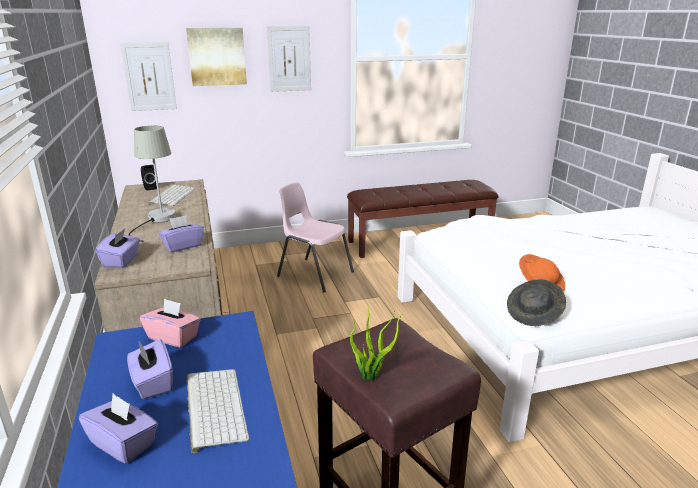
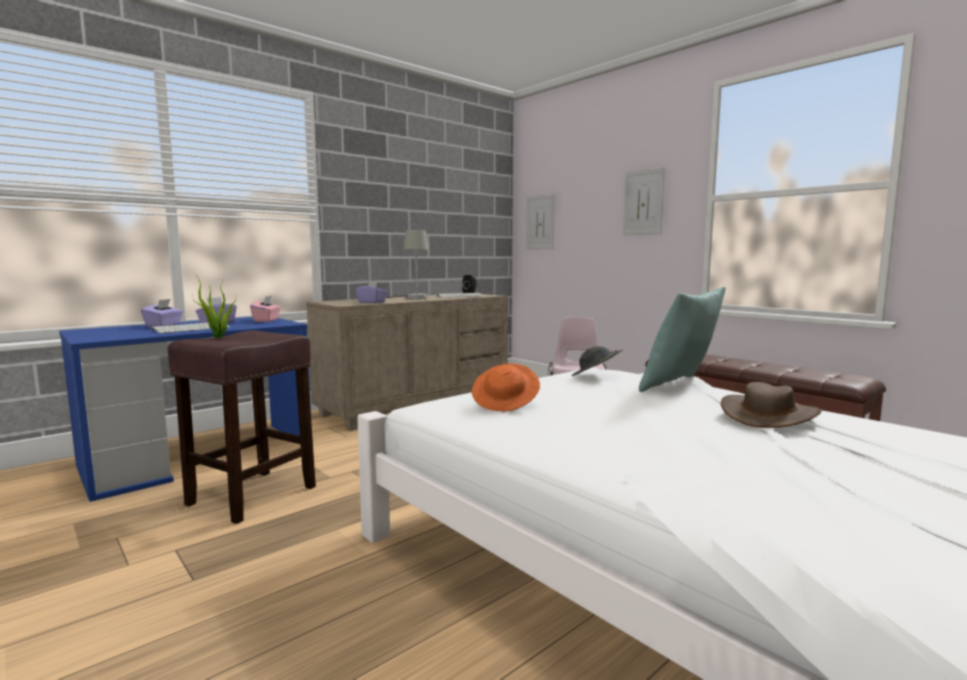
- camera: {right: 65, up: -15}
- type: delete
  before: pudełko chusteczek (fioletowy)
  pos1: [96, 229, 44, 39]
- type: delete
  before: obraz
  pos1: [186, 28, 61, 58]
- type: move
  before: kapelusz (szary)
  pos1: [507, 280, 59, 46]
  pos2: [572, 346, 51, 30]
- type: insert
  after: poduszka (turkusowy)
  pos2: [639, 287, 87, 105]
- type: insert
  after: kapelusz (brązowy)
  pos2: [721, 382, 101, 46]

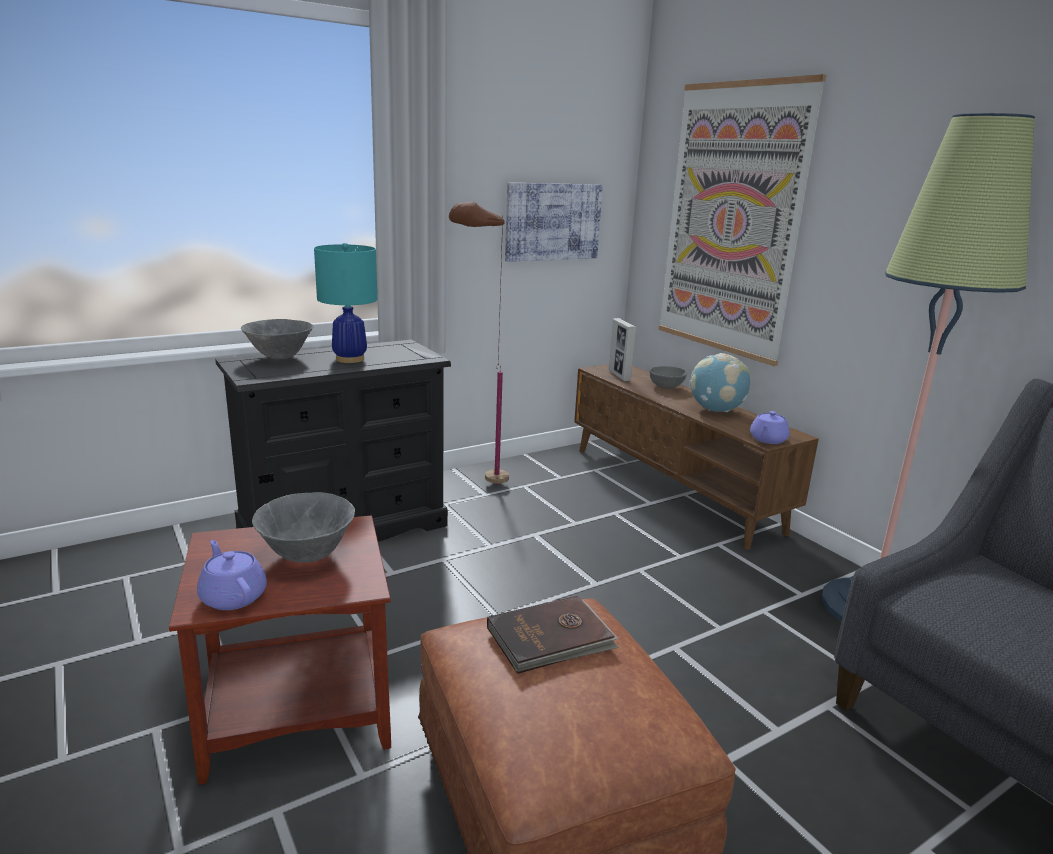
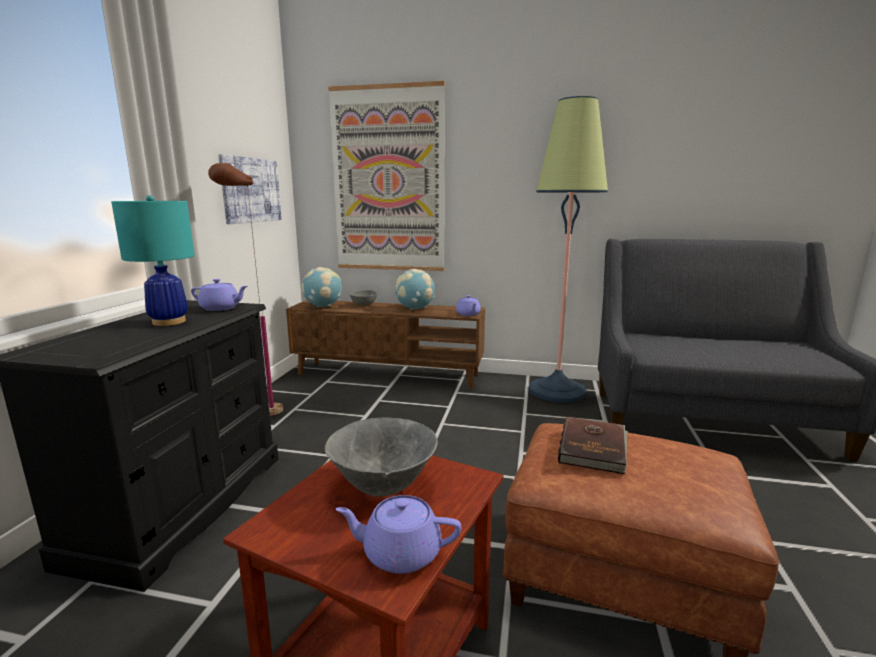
- camera: {right: -45, up: -5}
- type: delete
  before: miska (szary)
  pos1: [241, 319, 72, 40]
- type: replace
  before: ramka na zdjęcie
  after: globus
  pos1: [608, 318, 28, 63]
  pos2: [301, 267, 41, 40]
- type: insert
  after: imbryk (fioletowy)
  pos2: [191, 279, 57, 32]

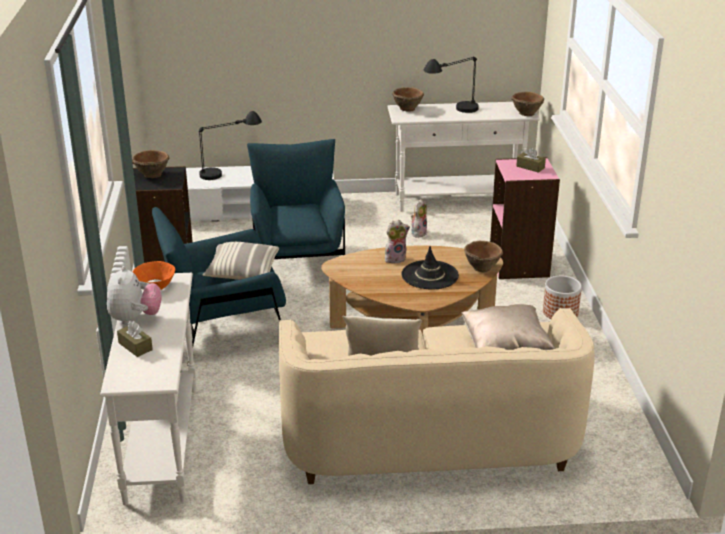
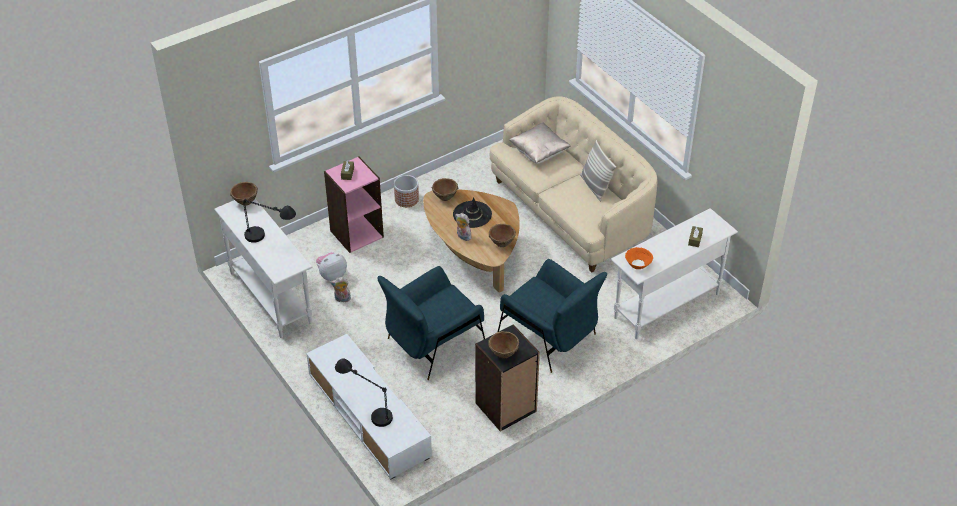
- camera: {right: -120, up: 15}
- type: move
  before: pluszak
  pos1: [107, 266, 54, 58]
  pos2: [316, 252, 31, 29]
- type: delete
  before: poduszka
  pos1: [202, 242, 77, 38]
- type: move
  before: miska (brązowy)
  pos1: [392, 87, 32, 25]
  pos2: [488, 224, 28, 23]

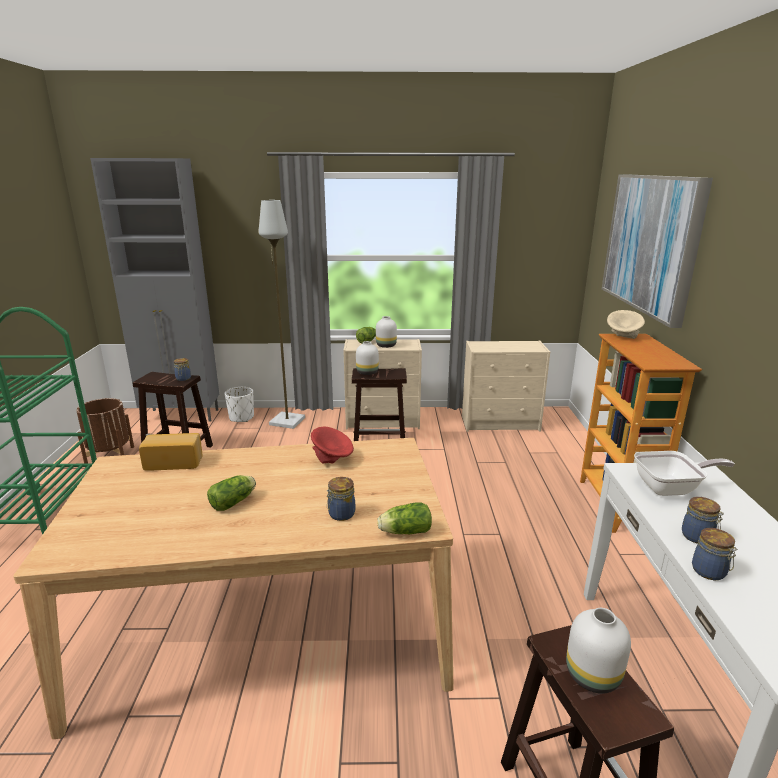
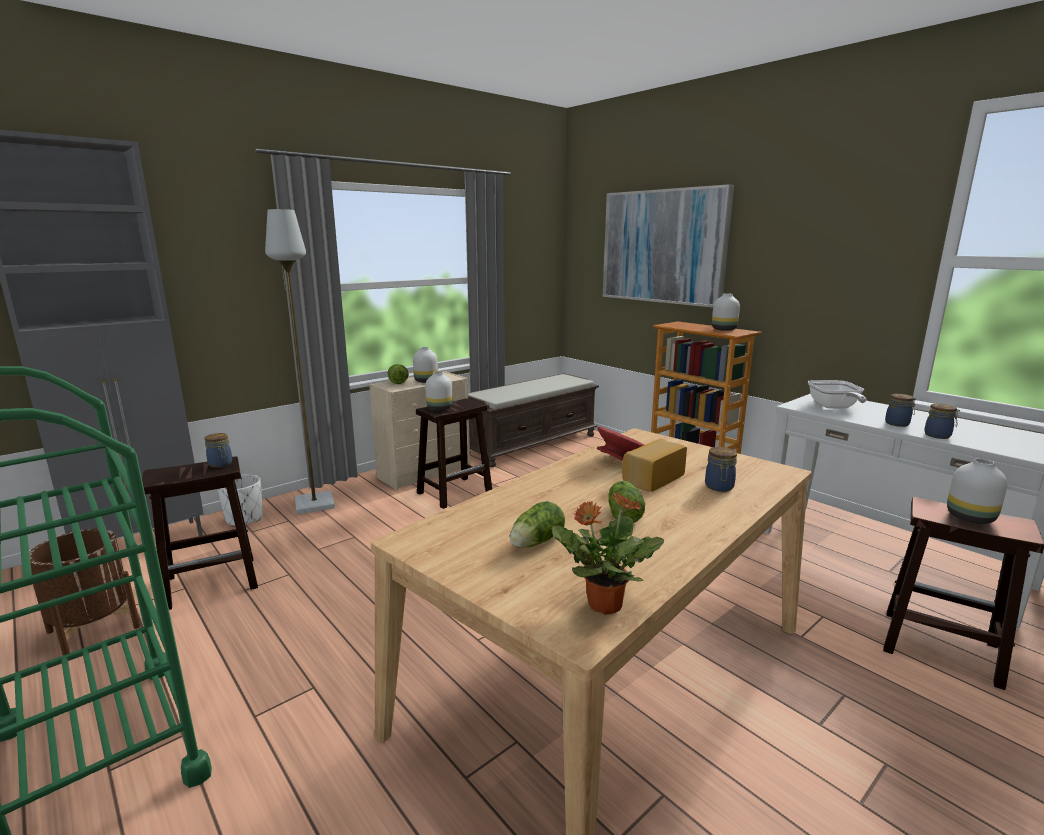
- camera: {right: -40, up: -5}
- type: move
  before: chleb
  pos1: [139, 433, 63, 38]
  pos2: [622, 439, 65, 53]
- type: move
  before: sałata
  pos1: [377, 502, 55, 32]
  pos2: [510, 501, 55, 47]
- type: replace
  before: komoda (beżowy)
  after: ławka (brązowy)
  pos1: [462, 341, 88, 91]
  pos2: [468, 373, 131, 94]
- type: delete
  before: miska (beżowy)
  pos1: [607, 310, 38, 29]
- type: rotate
  before: patelnia
  pos1: [634, 451, 101, 45]
  pos2: [808, 380, 59, 28]
  turn: 135
- type: insert
  after: roślina doniczkowa
  pos2: [552, 491, 112, 124]
- type: insert
  after: wazon (biały)
  pos2: [712, 293, 28, 38]

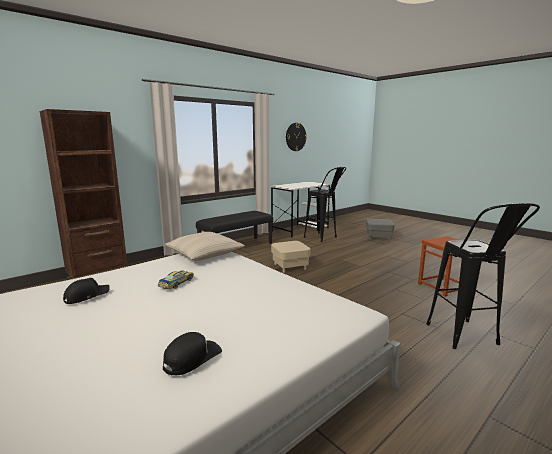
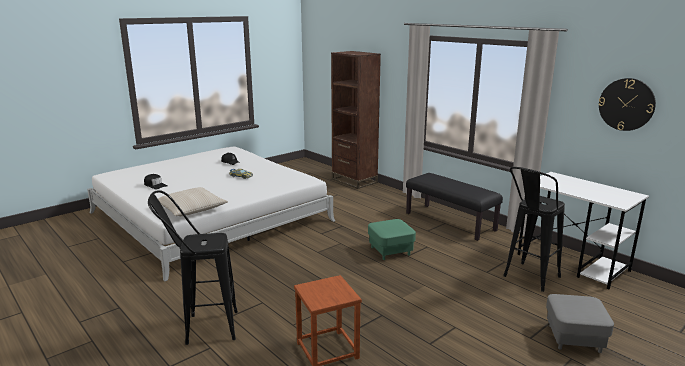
- camera: {right: 90, up: 5}
- type: move
  before: poduszka (beżowy)
  pos1: [164, 232, 81, 29]
  pos2: [158, 187, 70, 29]
- type: recolor
  before: pufa (beżowy)
  after: pufa (zielony)
  pos1: [271, 241, 39, 32]
  pos2: [368, 219, 48, 41]

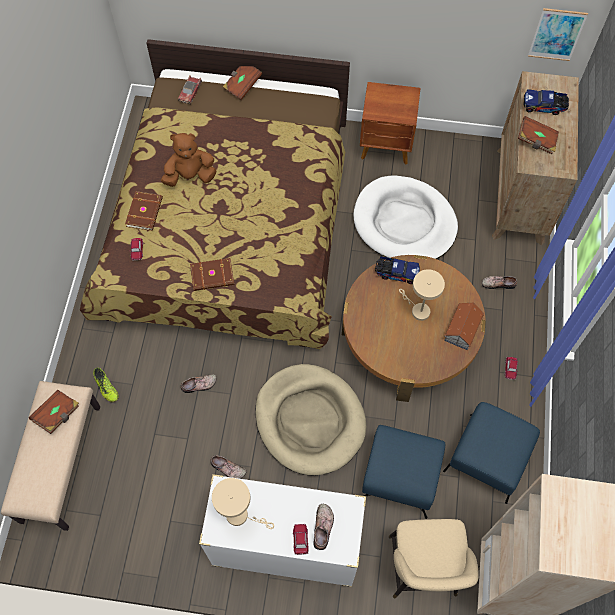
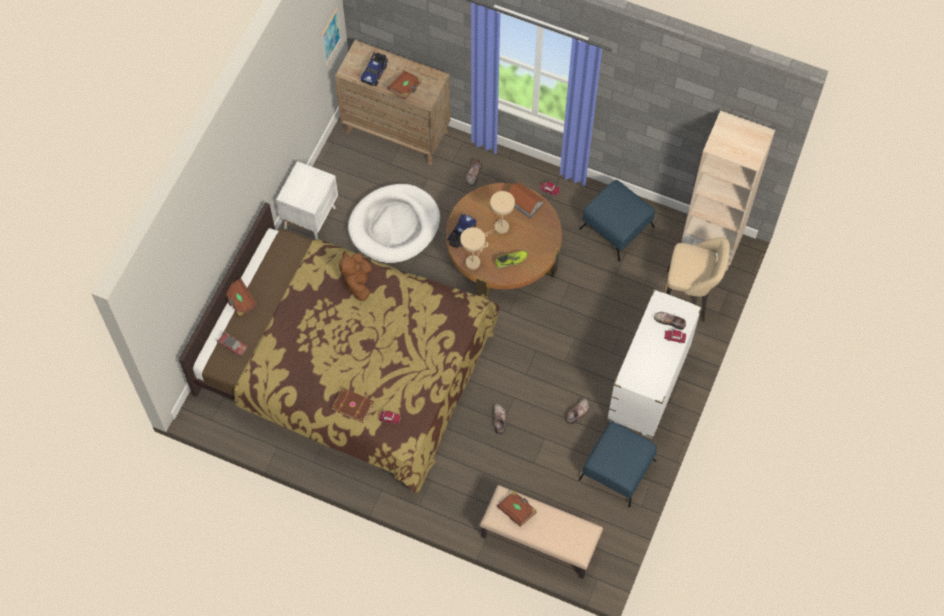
- camera: {right: -75, up: 0}
- type: move
  before: but
  pos1: [93, 368, 26, 34]
  pos2: [495, 251, 33, 17]
- type: move
  before: pluszak (brązowy)
  pos1: [161, 133, 56, 54]
  pos2: [339, 253, 33, 48]
- type: delete
  before: książka (brązowy)
  pos1: [190, 258, 45, 33]
- type: move
  before: lampa stołowa (beżowy)
  pos1: [212, 478, 62, 51]
  pos2: [460, 227, 28, 43]
- type: delete
  before: legowisko (beżowy)
  pos1: [255, 364, 111, 111]
- type: recolor
  before: szafka nocna (brązowy)
  after: szafka nocna (biały)
  pos1: [360, 82, 61, 83]
  pos2: [276, 161, 62, 79]
- type: move
  before: pufa (niebieski)
  pos1: [362, 425, 83, 94]
  pos2: [579, 422, 78, 85]

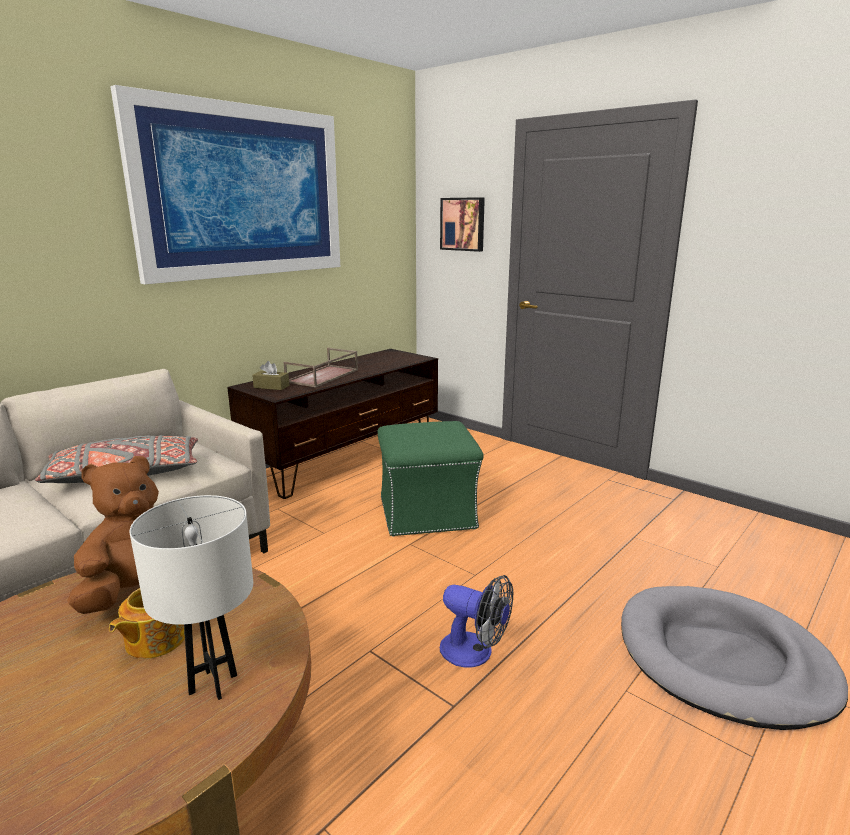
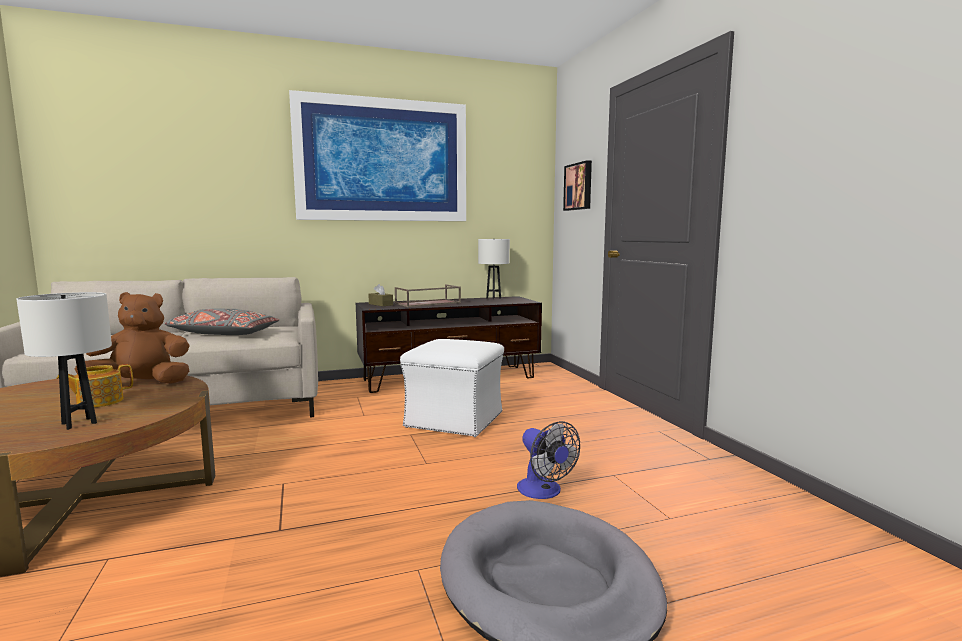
- camera: {right: 30, up: -10}
- type: recolor
  before: pufa (zielony)
  after: pufa (biały)
  pos1: [378, 421, 106, 116]
  pos2: [400, 339, 104, 98]
- type: move
  before: wentylator
  pos1: [440, 575, 73, 92]
  pos2: [517, 421, 63, 78]
- type: insert
  after: lampa stołowa (biały)
  pos2: [478, 239, 32, 60]

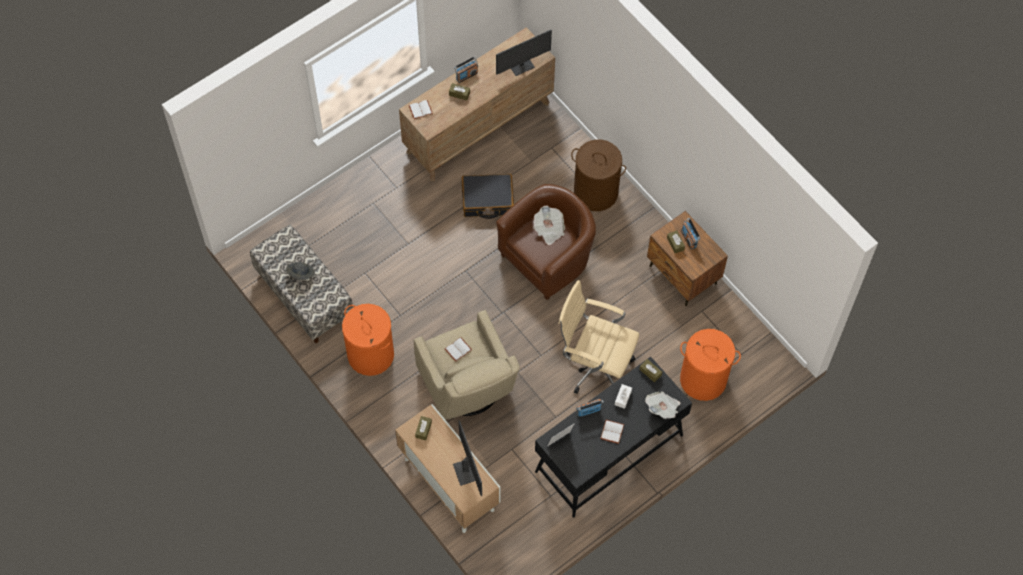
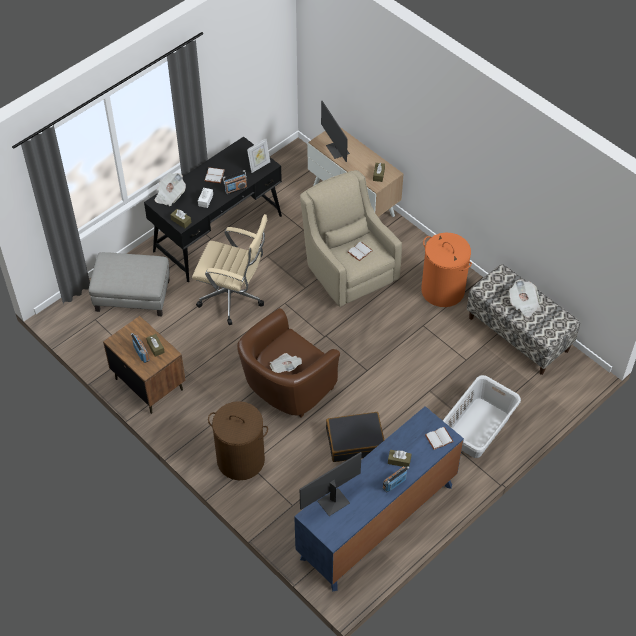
- camera: {right: 175, up: -10}
- type: replace
  before: kapelusz (szary)
  after: gazeta
  pos1: [286, 262, 29, 18]
  pos2: [509, 280, 32, 38]
- type: recolor
  before: komoda (brązowy)
  after: komoda (niebieski)
  pos1: [399, 27, 156, 154]
  pos2: [294, 406, 170, 185]
- type: replace
  before: kosz na pranie (pomarańczowy)
  after: pufa (szary)
  pos1: [680, 329, 61, 72]
  pos2: [89, 252, 81, 64]
- type: insert
  after: kosz na pranie (szary)
  pos2: [443, 375, 78, 83]

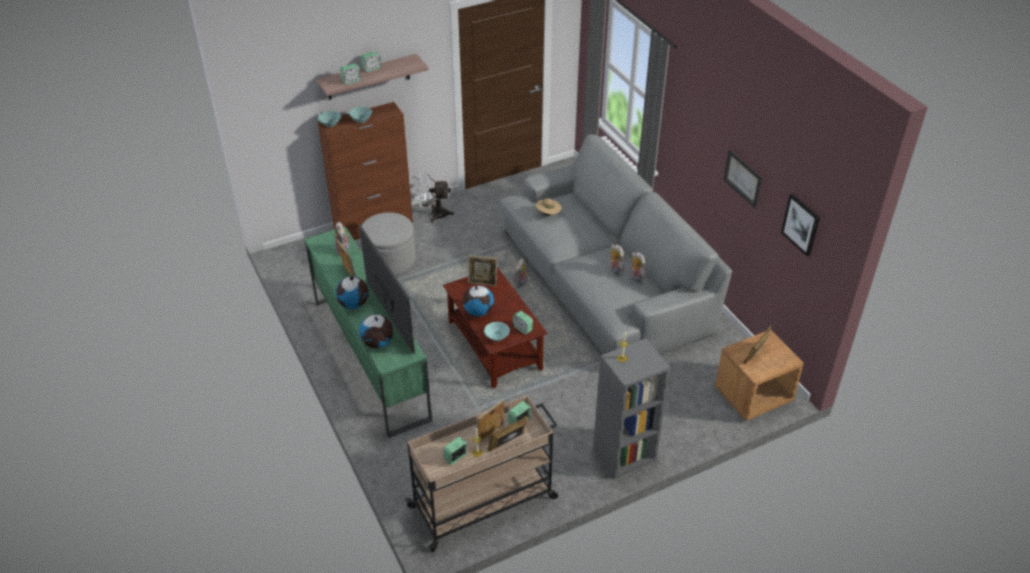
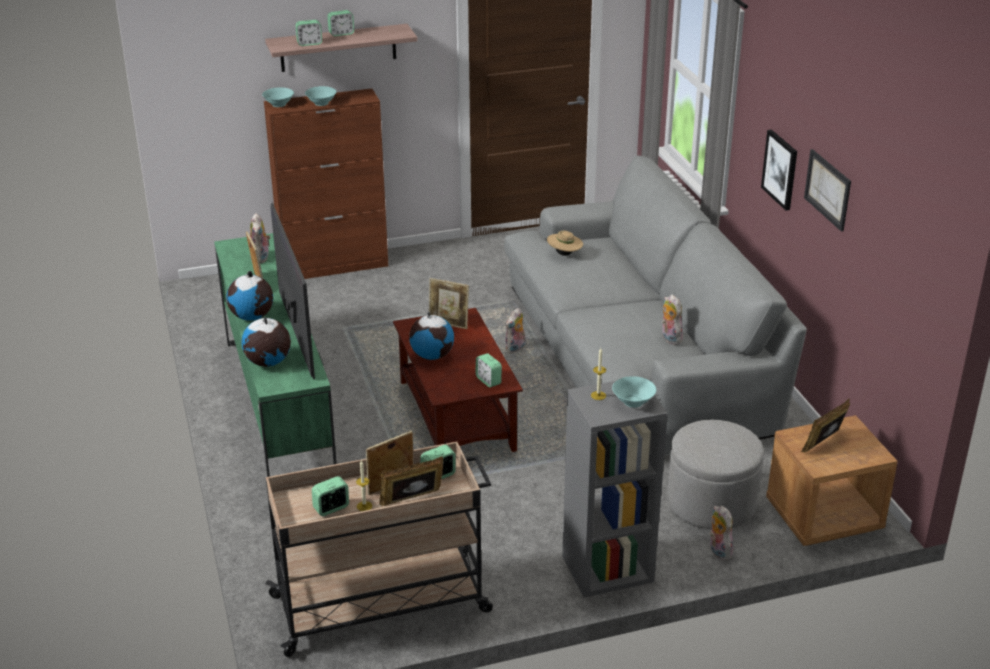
- camera: {right: 10, up: -10}
- type: move
  before: pufa (szary)
  pos1: [361, 212, 55, 63]
  pos2: [667, 420, 97, 109]
- type: delete
  before: wentylator (biały)
  pos1: [419, 171, 35, 52]
- type: move
  before: miska (turkusowy)
  pos1: [484, 322, 26, 19]
  pos2: [612, 376, 44, 32]
- type: move
  before: pluszak
  pos1: [610, 244, 14, 32]
  pos2: [710, 506, 23, 54]
- type: move
  before: obraz
  pos1: [781, 193, 39, 64]
  pos2: [761, 130, 36, 81]

